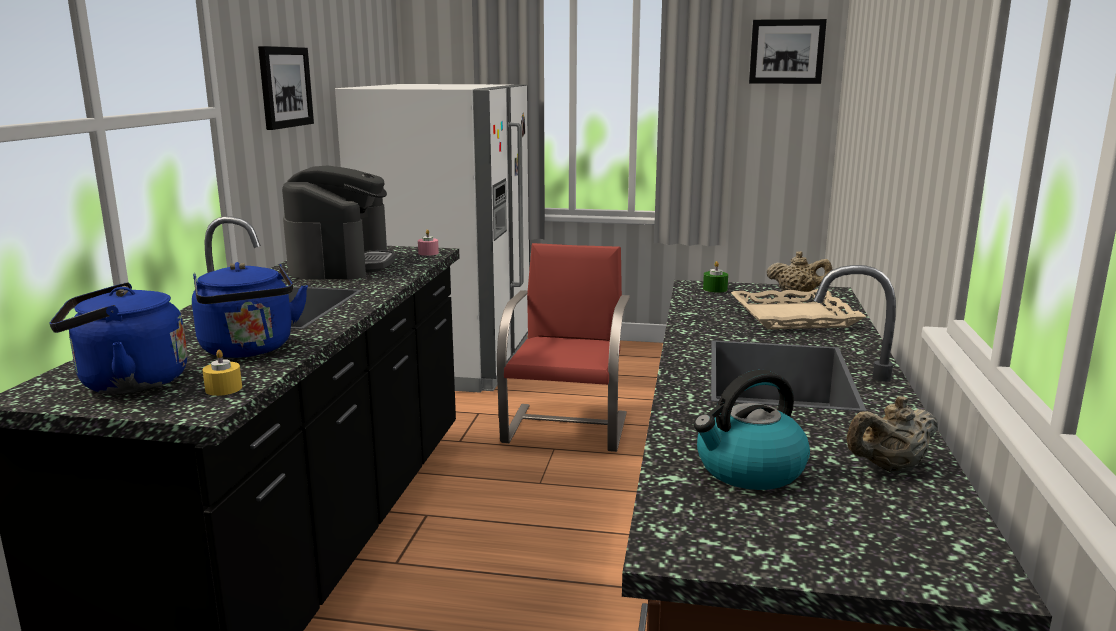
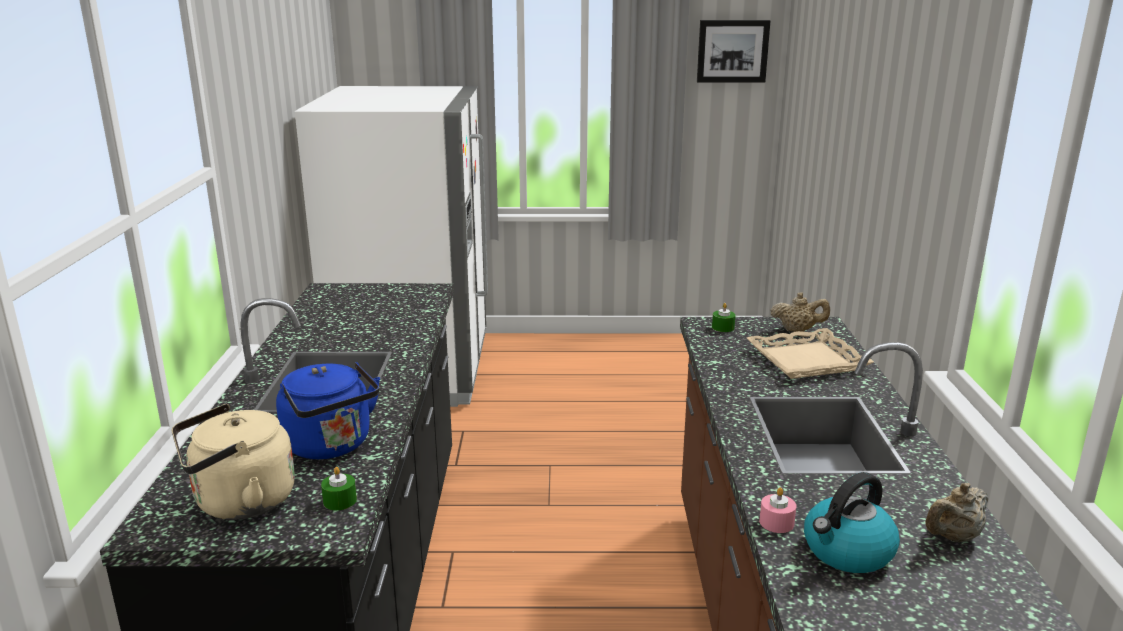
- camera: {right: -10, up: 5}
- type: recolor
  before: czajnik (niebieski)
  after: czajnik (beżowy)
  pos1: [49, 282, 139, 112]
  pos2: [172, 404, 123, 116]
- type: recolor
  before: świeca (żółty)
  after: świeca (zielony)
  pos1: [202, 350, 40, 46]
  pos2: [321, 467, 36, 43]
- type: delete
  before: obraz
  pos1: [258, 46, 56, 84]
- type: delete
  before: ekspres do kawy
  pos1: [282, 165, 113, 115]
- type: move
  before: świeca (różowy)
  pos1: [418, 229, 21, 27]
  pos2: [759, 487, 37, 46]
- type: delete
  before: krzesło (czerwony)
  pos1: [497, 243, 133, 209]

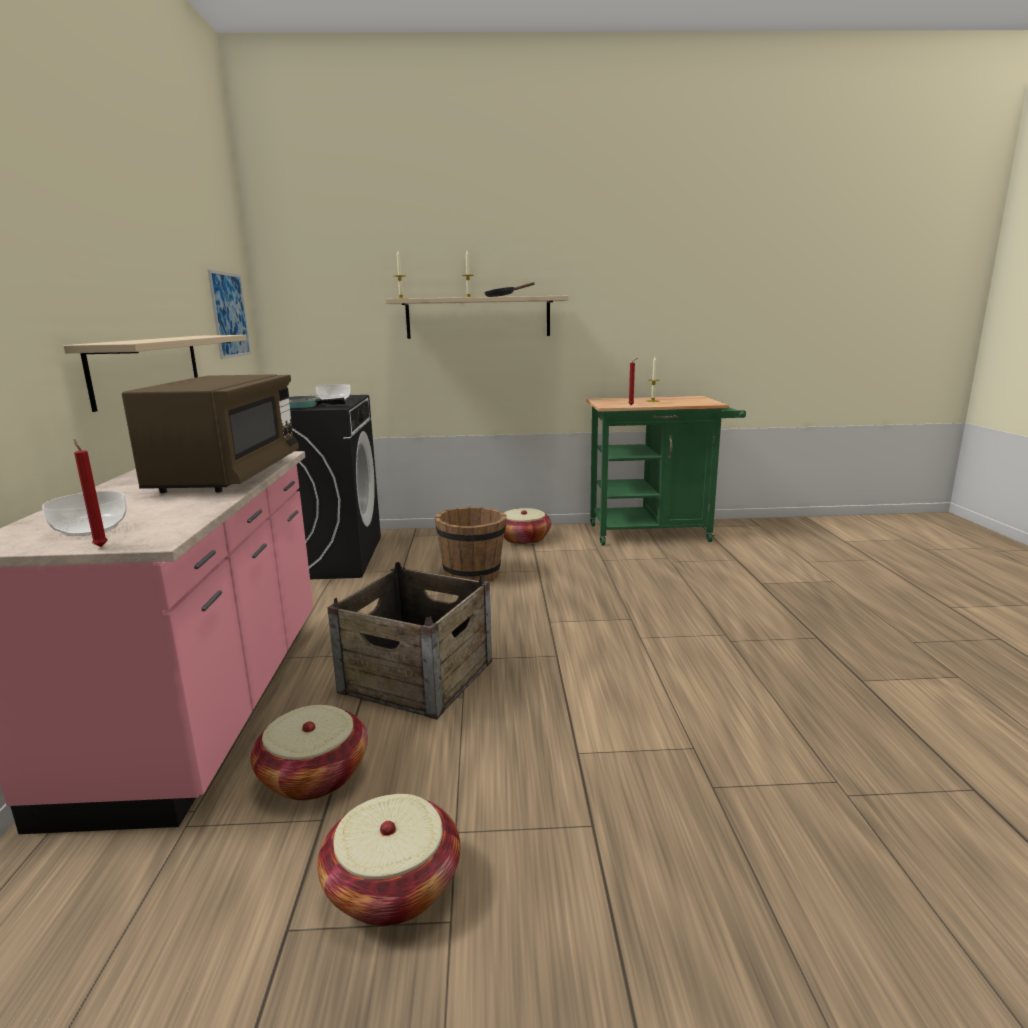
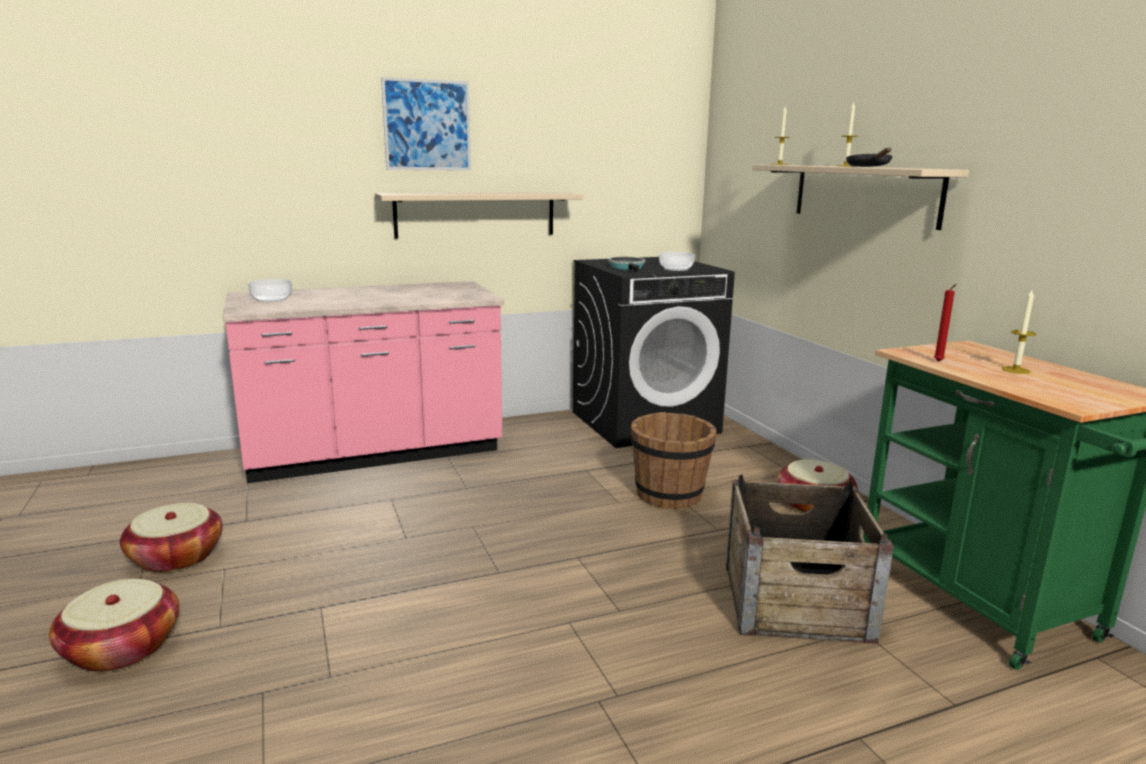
- camera: {right: 70, up: 0}
- type: delete
  before: świeca (czerwony)
  pos1: [74, 439, 34, 108]
- type: delete
  before: mikrofalówka (brązowy)
  pos1: [122, 374, 177, 119]
- type: move
  before: obraz
  pos1: [208, 270, 43, 89]
  pos2: [381, 77, 90, 94]
- type: move
  before: koszyk
  pos1: [251, 705, 117, 96]
  pos2: [49, 579, 130, 93]
- type: move
  before: skrzynka
  pos1: [327, 562, 165, 158]
  pos2: [726, 475, 168, 169]

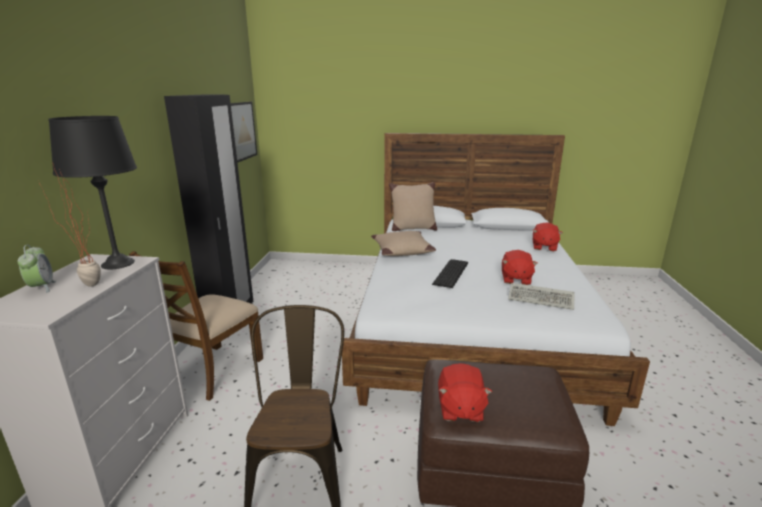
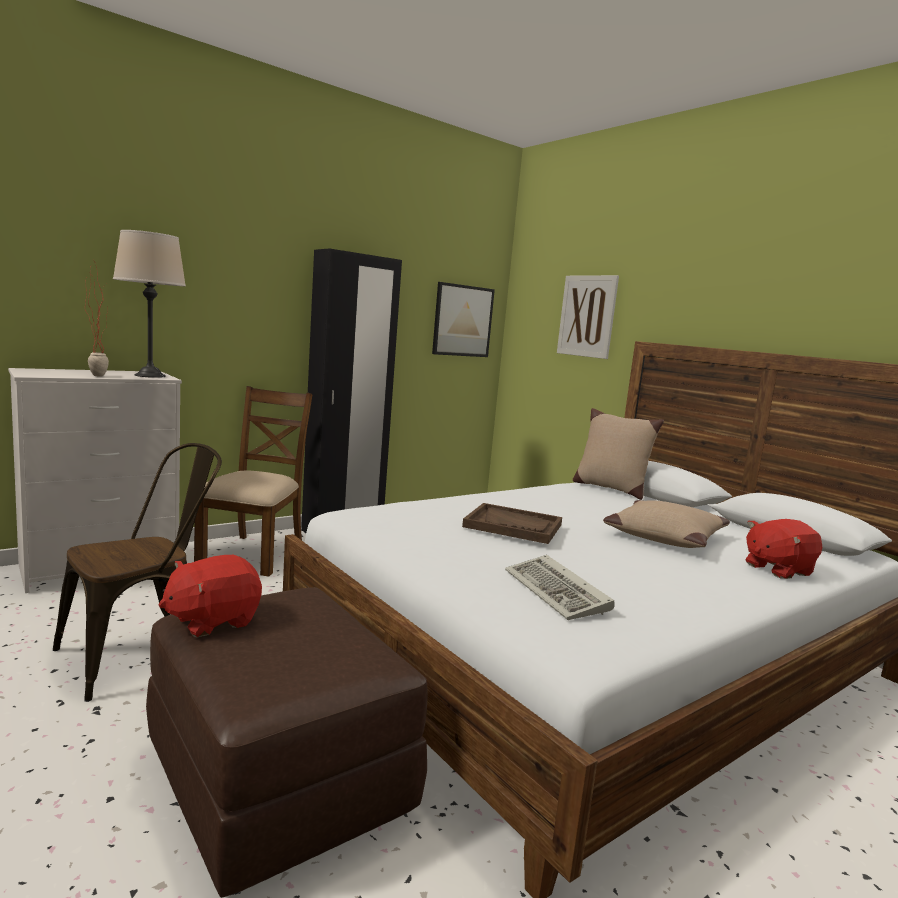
- camera: {right: 45, up: -10}
- type: delete
  before: budzik
  pos1: [17, 245, 39, 48]
- type: recolor
  before: lampa stołowa (czarny)
  after: lampa stołowa (beżowy)
  pos1: [48, 116, 89, 153]
  pos2: [113, 230, 73, 148]
- type: rotate
  before: krzesło (brązowy)
  pos1: [129, 251, 134, 150]
  pos2: [194, 386, 119, 191]
  turn: 120
- type: move
  before: poduszka (beżowy)
  pos1: [371, 231, 65, 25]
  pos2: [603, 500, 127, 48]
- type: replace
  before: klawiatura
  after: taca (brązowy)
  pos1: [432, 259, 36, 29]
  pos2: [462, 503, 100, 41]
- type: delete
  before: pluszak (czerwony)
  pos1: [502, 250, 36, 35]
- type: insert
  after: obraz
  pos2: [557, 275, 62, 84]

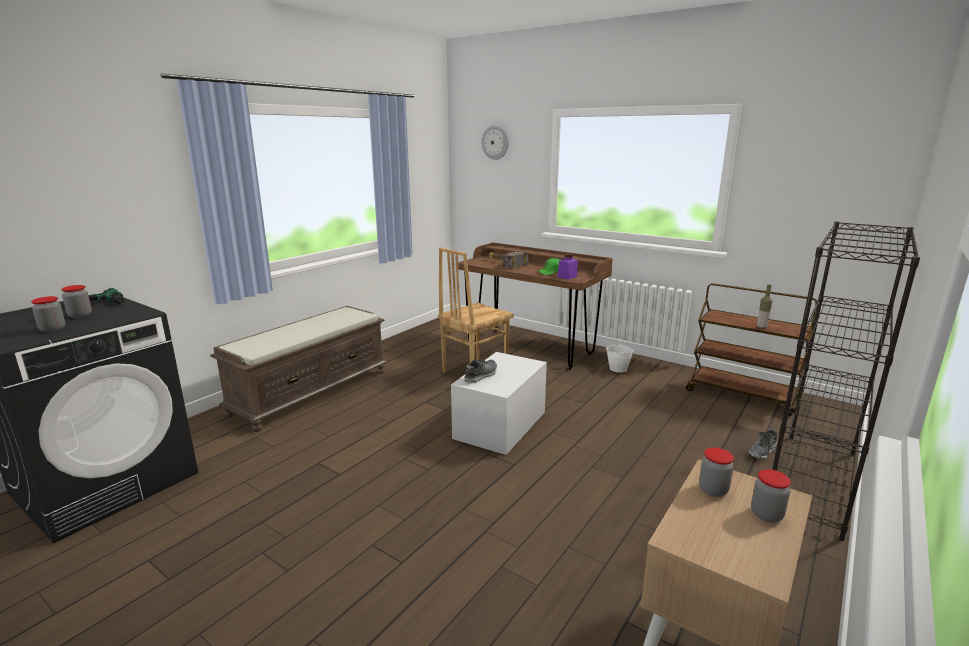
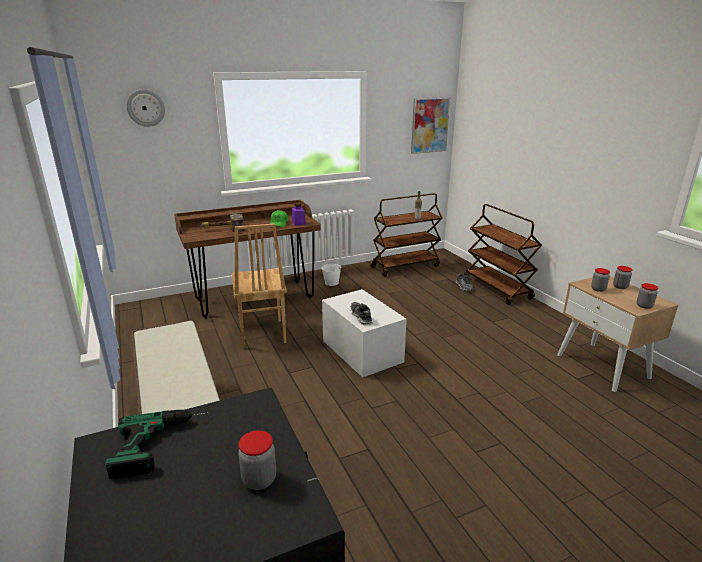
- camera: {right: -60, up: 5}
- type: move
  before: słoik
  pos1: [61, 285, 31, 33]
  pos2: [637, 283, 21, 26]
- type: replace
  before: regał (czarny)
  after: wózek (brązowy)
  pos1: [772, 221, 148, 320]
  pos2: [464, 204, 78, 101]
- type: insert
  after: obraz
  pos2: [411, 97, 39, 57]

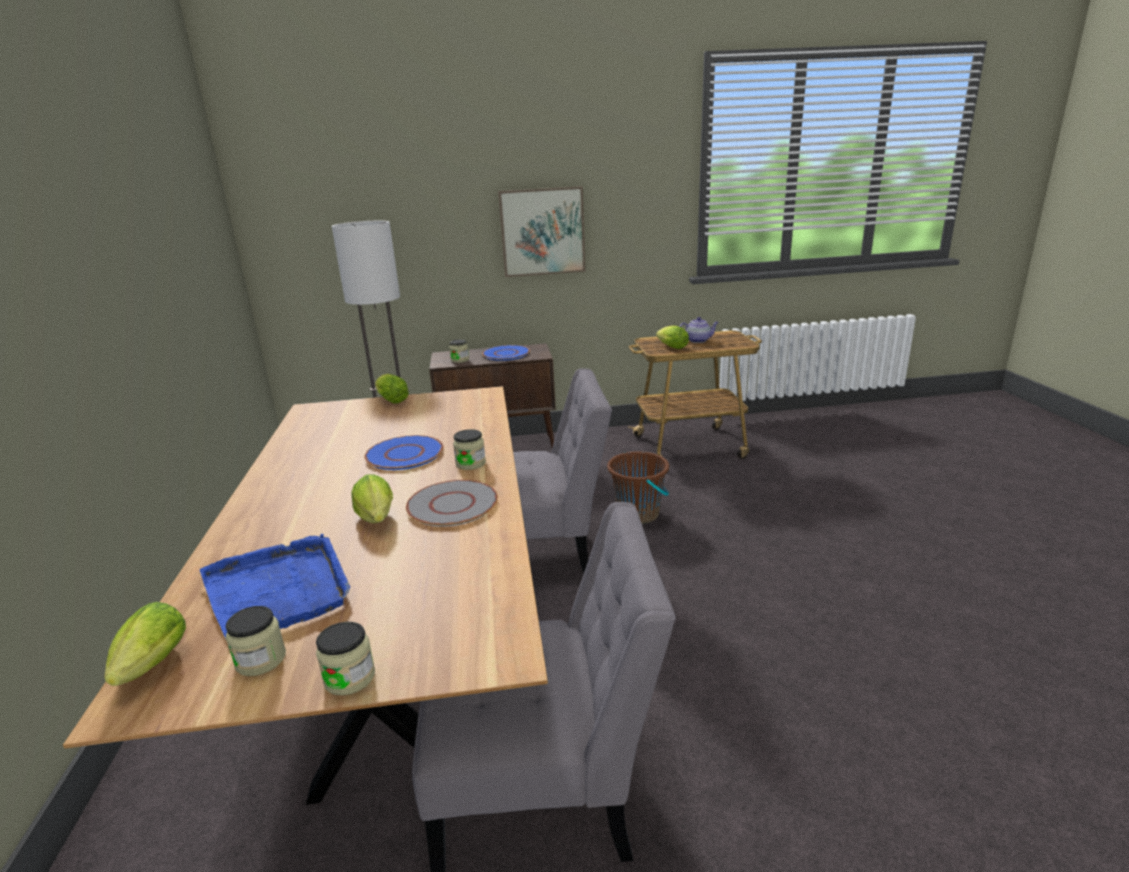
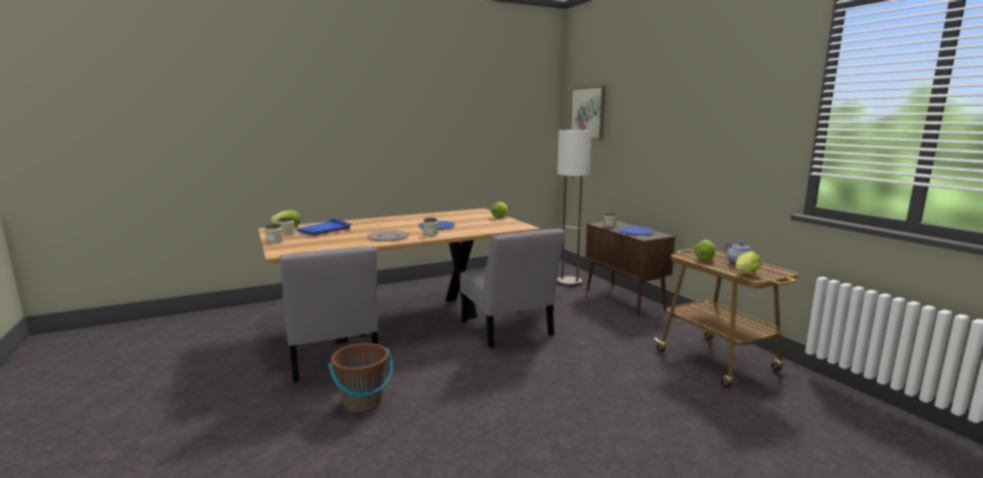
- camera: {right: 70, up: -10}
- type: move
  before: sałata
  pos1: [351, 475, 42, 48]
  pos2: [735, 251, 27, 23]
- type: move
  before: obraz
  pos1: [498, 186, 87, 91]
  pos2: [570, 86, 36, 54]
- type: move
  before: wiadro (brązowy)
  pos1: [607, 451, 62, 73]
  pos2: [328, 343, 65, 69]

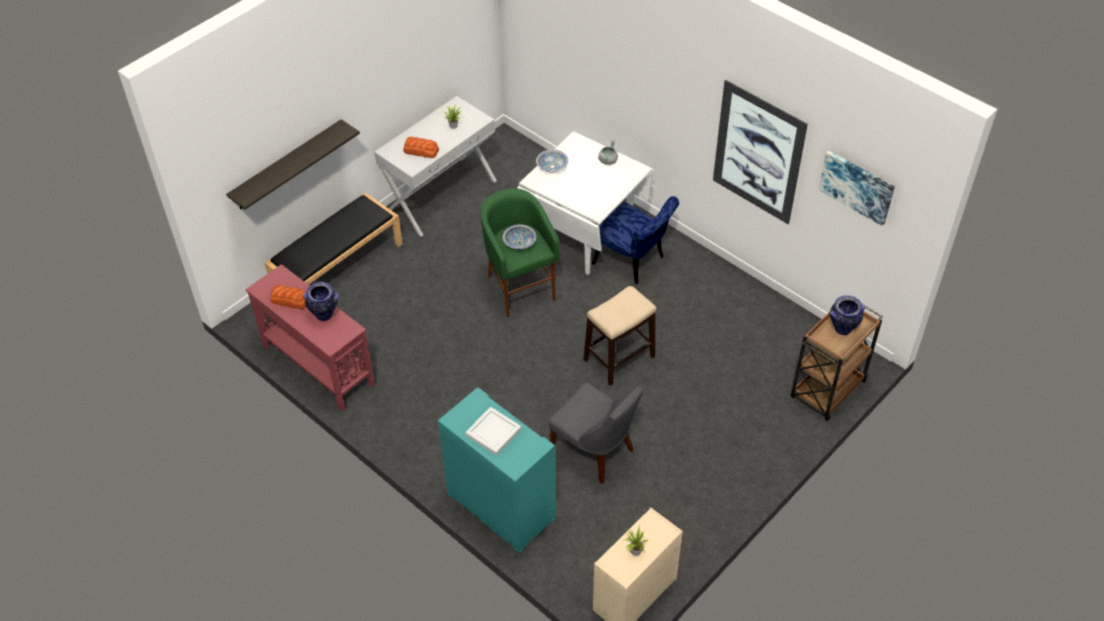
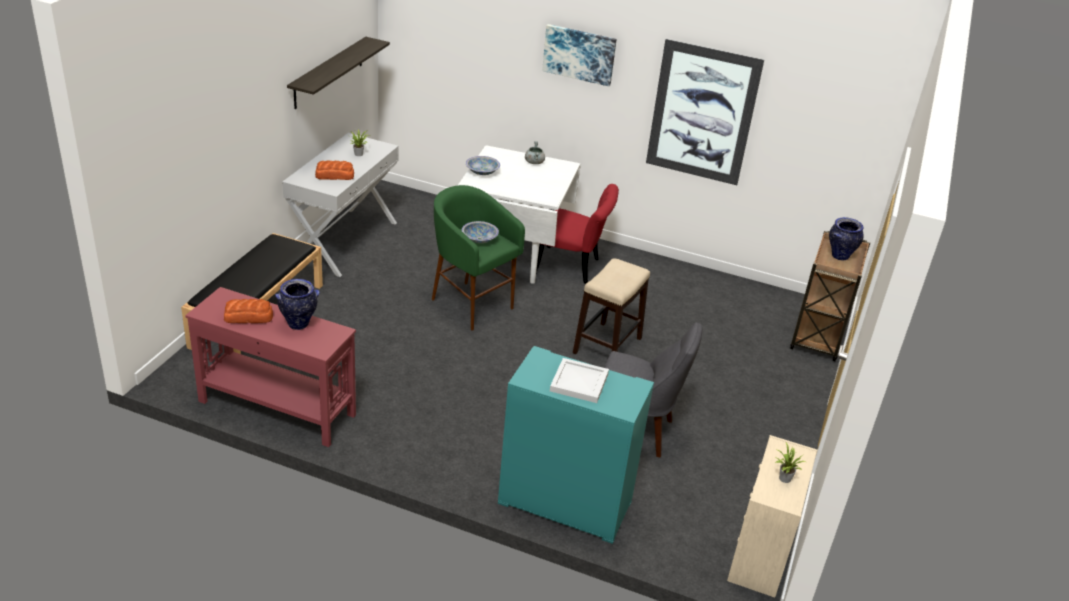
- camera: {right: -25, up: -15}
- type: move
  before: półka
  pos1: [226, 119, 134, 91]
  pos2: [287, 37, 103, 72]
- type: recolor
  before: krzesło (niebieski)
  after: krzesło (czerwony)
  pos1: [592, 196, 87, 88]
  pos2: [536, 184, 83, 100]
- type: move
  before: obraz
  pos1: [819, 151, 76, 75]
  pos2: [542, 24, 75, 62]

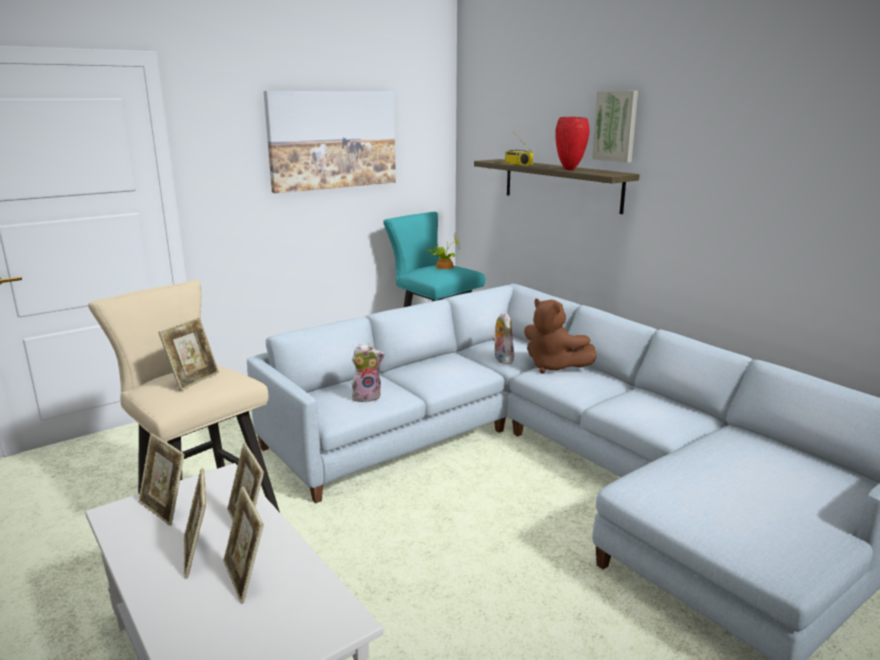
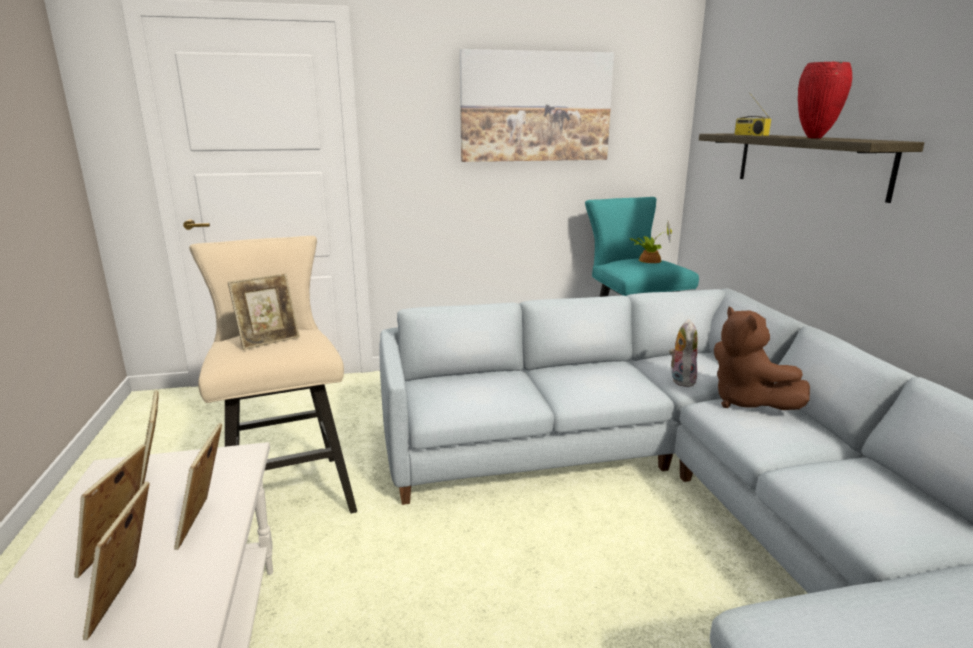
- camera: {right: 25, up: 0}
- type: delete
  before: pluszak
  pos1: [352, 344, 33, 58]
- type: delete
  before: obraz
  pos1: [592, 91, 46, 72]

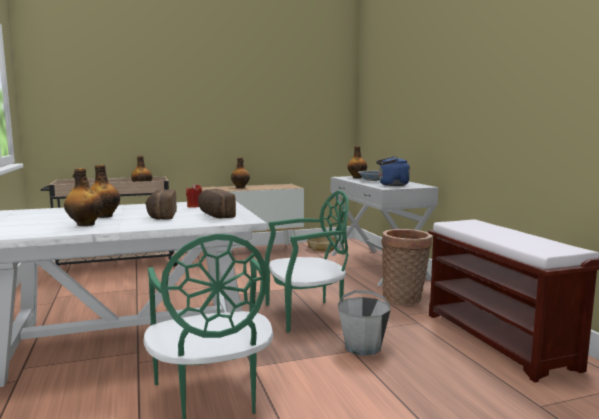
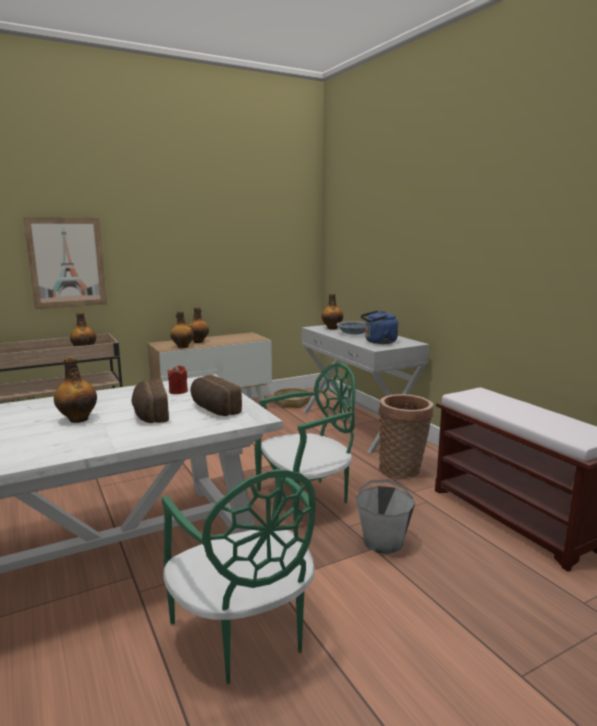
- camera: {right: -10, up: 5}
- type: move
  before: butelka
  pos1: [64, 168, 39, 58]
  pos2: [170, 311, 24, 37]
- type: insert
  after: obraz
  pos2: [23, 217, 84, 92]

